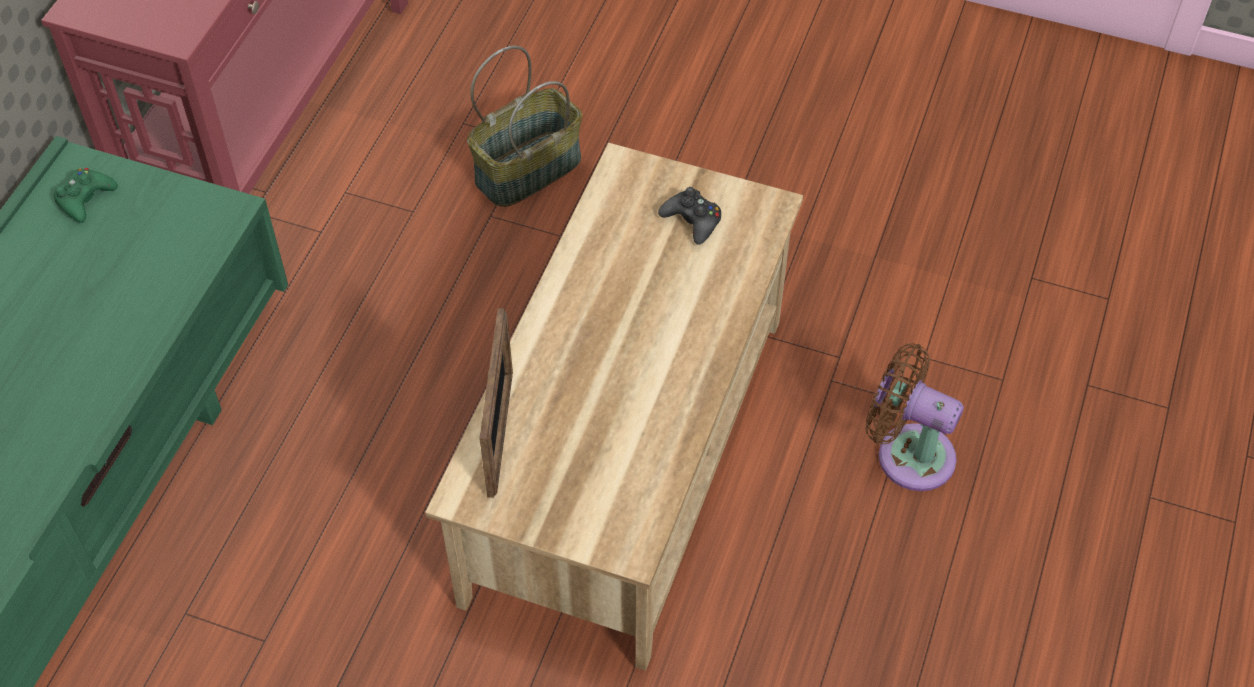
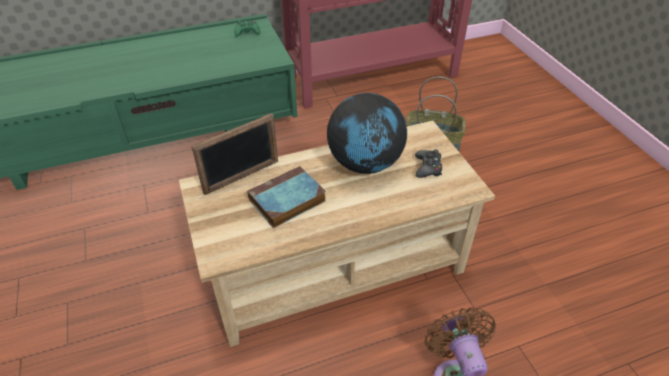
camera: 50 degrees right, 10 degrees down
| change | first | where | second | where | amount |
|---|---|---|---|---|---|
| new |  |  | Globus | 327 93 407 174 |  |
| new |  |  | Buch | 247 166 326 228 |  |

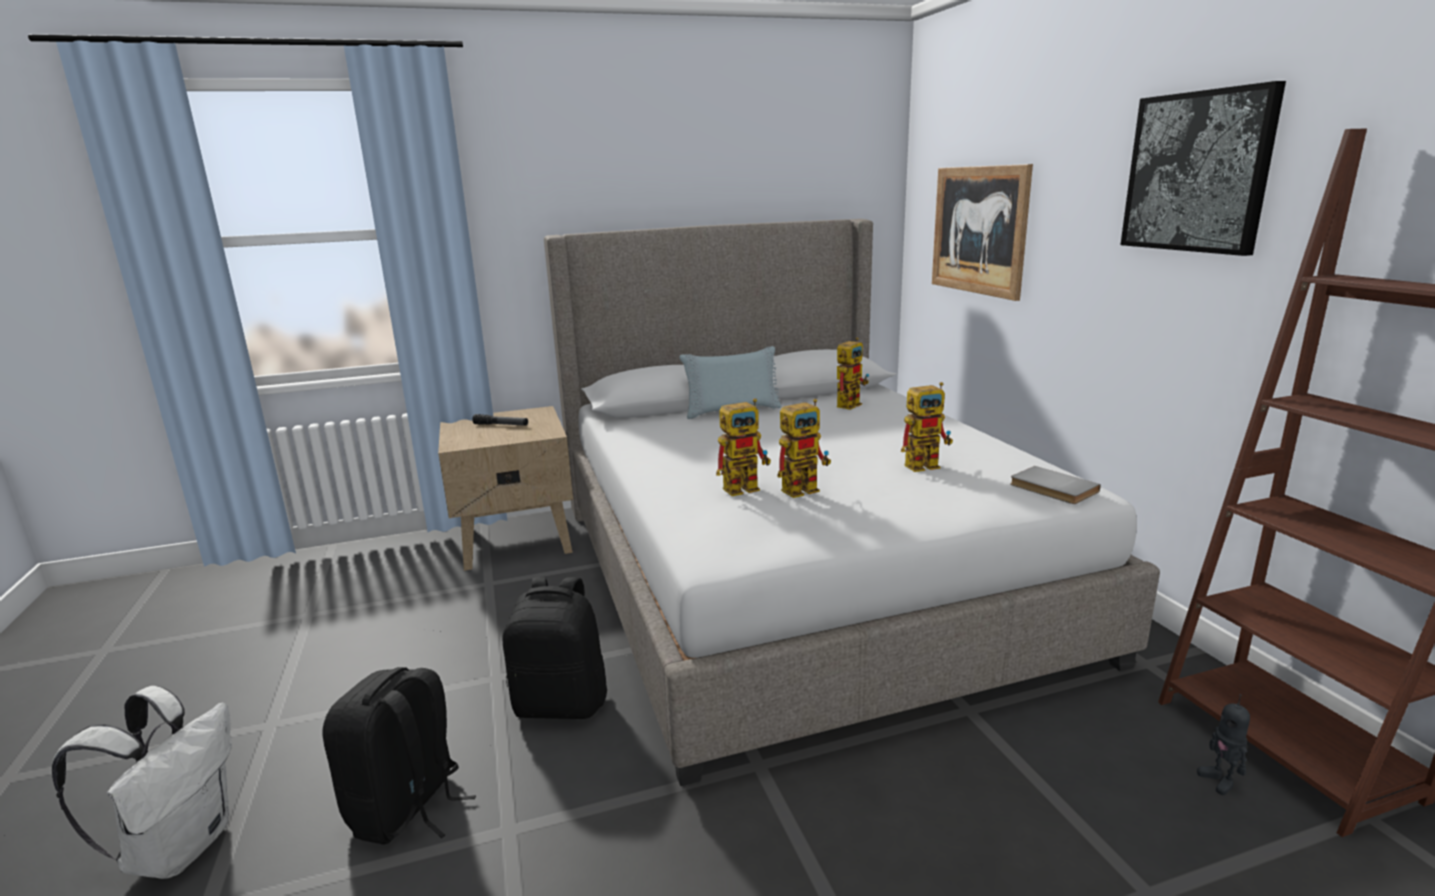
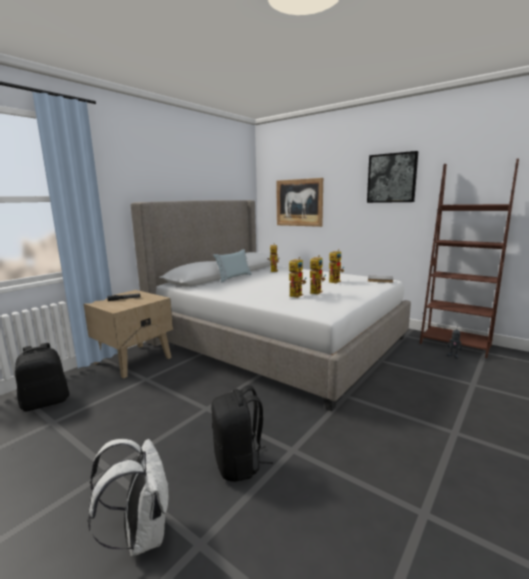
camera: 35 degrees left, 5 degrees down
| change | first | where | second | where | amount |
|---|---|---|---|---|---|
| shifted | Rucksack [schwarz] | 502 577 607 719 |  | 15 343 69 412 |  |

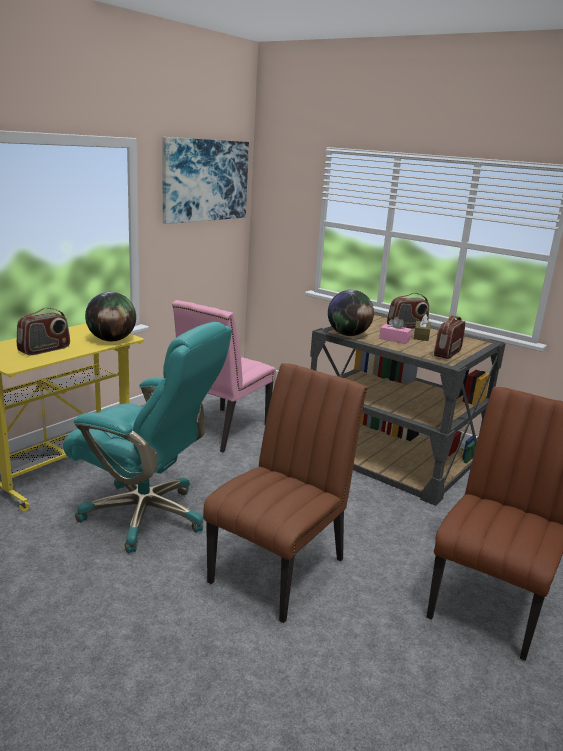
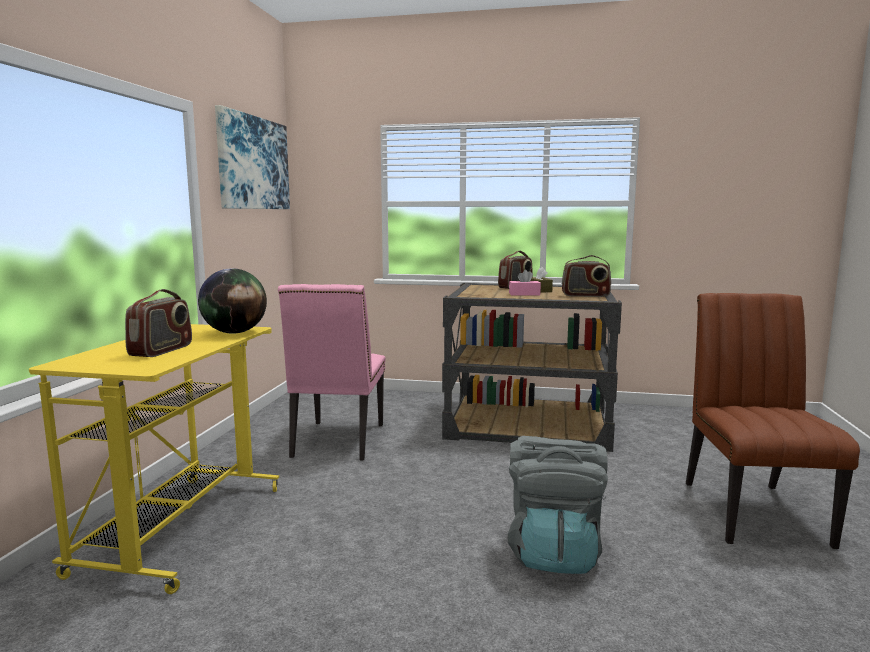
camera: 25 degrees left, 10 degrees down
| change | first | where | second | where | amount |
|---|---|---|---|---|---|
| gone | Globus | 328 290 374 336 |  |  |  |
| rotated | Radio | 434 315 465 359 |  | 562 255 611 297 | 90 degrees counterclockwise |
| gone | Bürostuhl [türkis] | 63 322 232 553 |  |  |  |
| swapped | Stuhl [braun] | 203 363 368 623 | Rucksack [grau] | 508 436 608 574 |  |

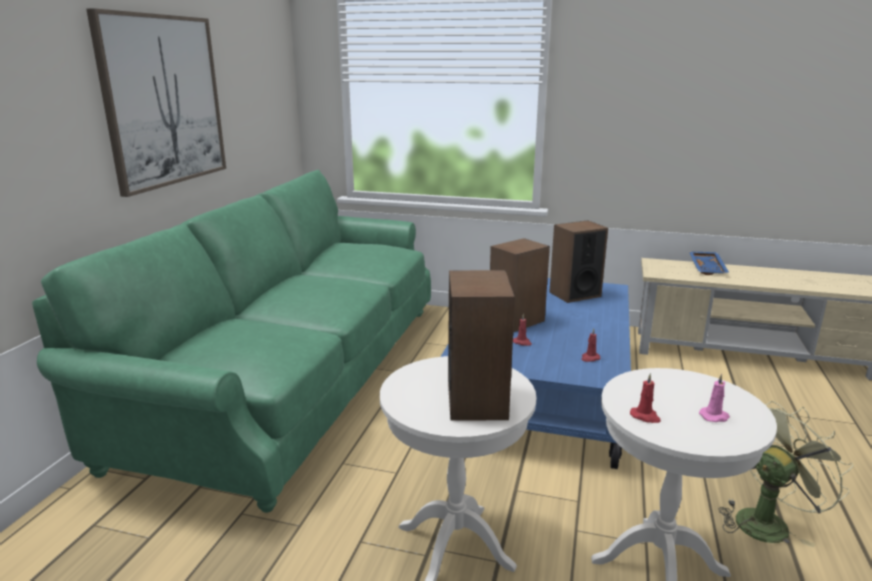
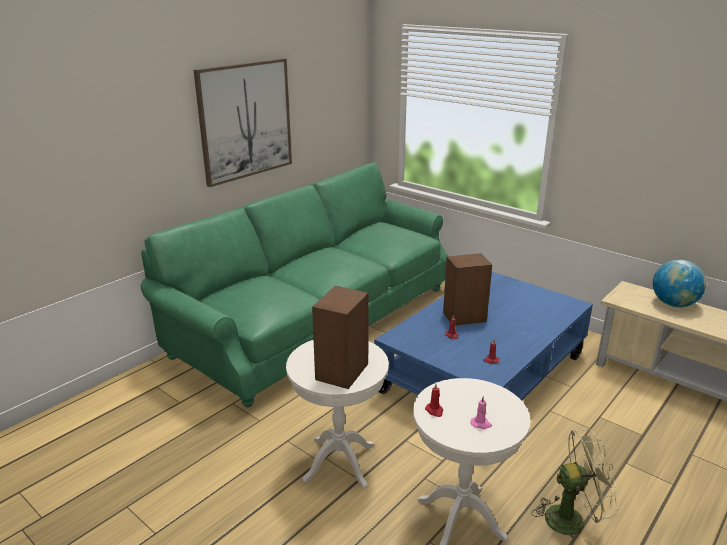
camera: 25 degrees right, 5 degrees up
| change | first | where | second | where | amount |
|---|---|---|---|---|---|
| gone | Lautsprecher | 549 220 608 303 |  |  |  |
| swapped | Tablett [blau] | 689 251 729 275 | Globus | 653 260 706 307 |  |

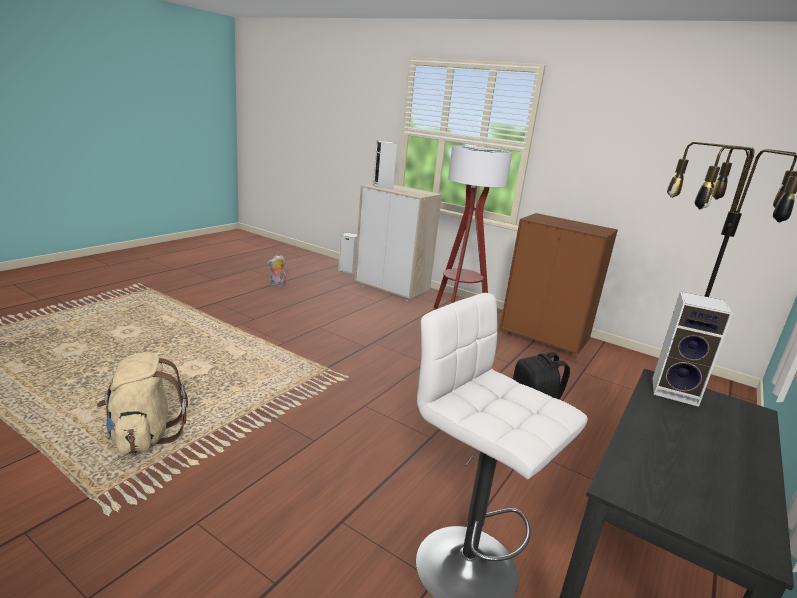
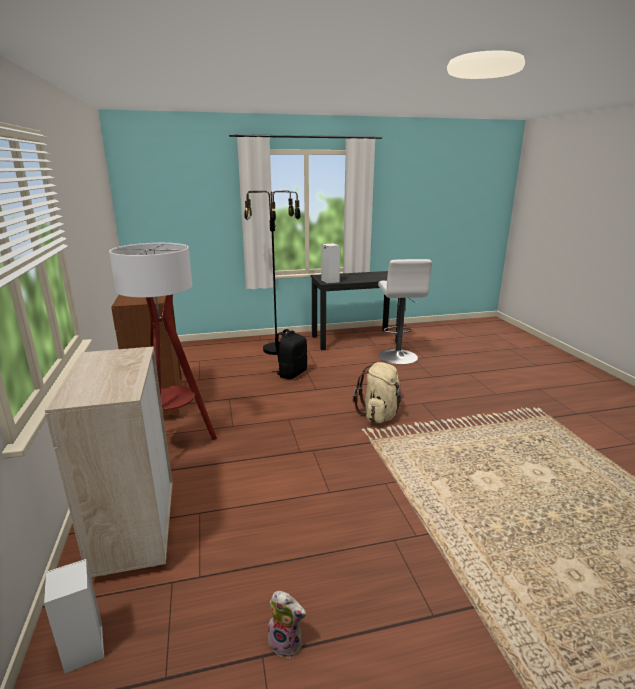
camera: 135 degrees left, 0 degrees up
| change | first | where | second | where | amount |
|---|---|---|---|---|---|
| gone | Lautsprecher | 373 141 397 188 |  |  |  |
| shifted | Rucksack [beige] | 97 352 188 454 |  | 353 362 405 423 |  |

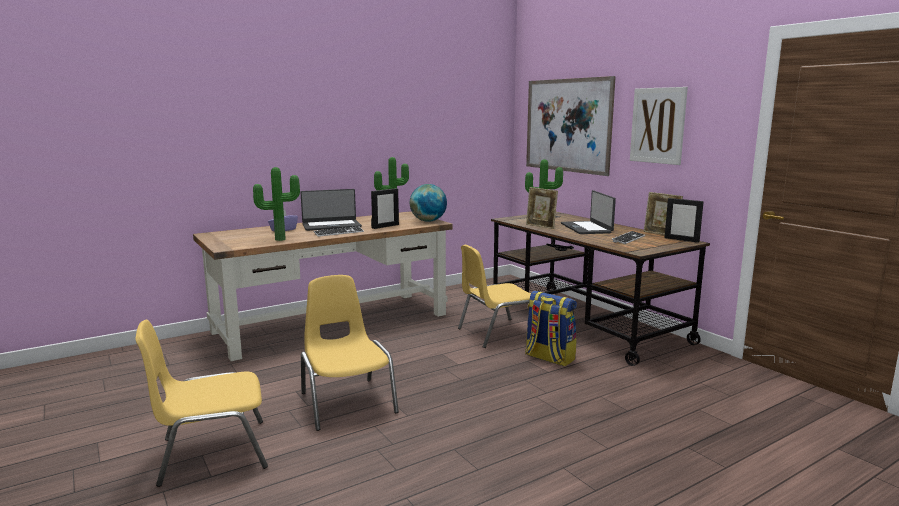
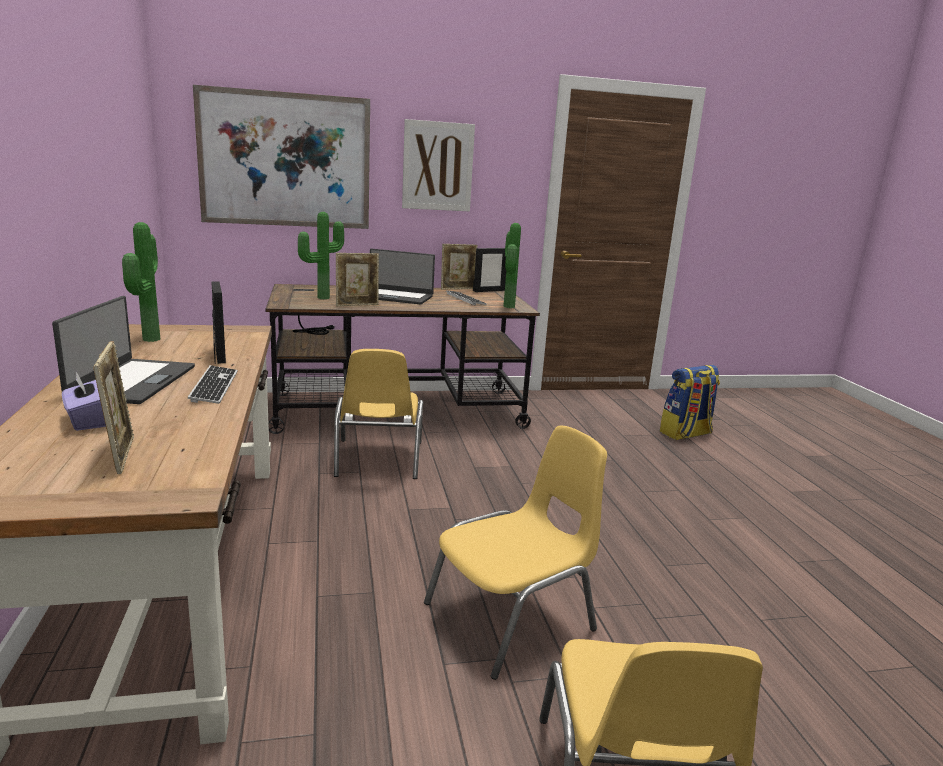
camera: 70 degrees left, 5 degrees up
| change | first | where | second | where | amount |
|---|---|---|---|---|---|
| shifted | Topfpflanze | 253 167 300 241 |  | 503 223 521 308 |  |
| gone | Globus | 410 184 447 222 |  |  |  |
| rotated | Stuhl [gelb] | 301 275 399 431 |  | 424 426 607 680 | 150 degrees clockwise |
| shifted | Rucksack | 525 291 577 366 |  | 660 365 720 440 |  |
| new |  |  | Bilderrahmen | 93 341 134 474 |  |

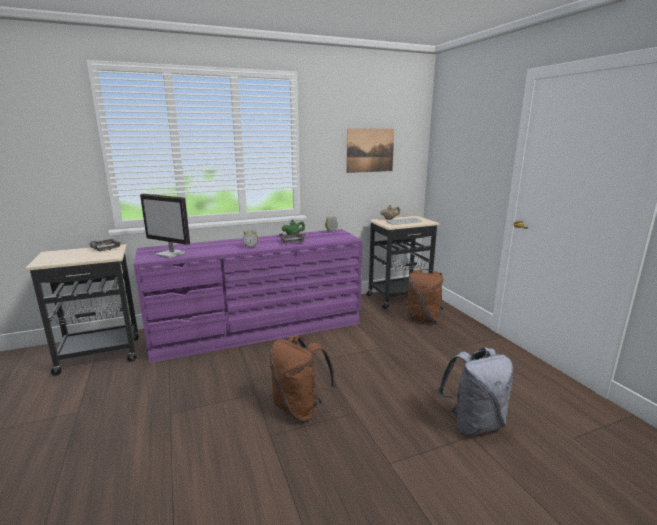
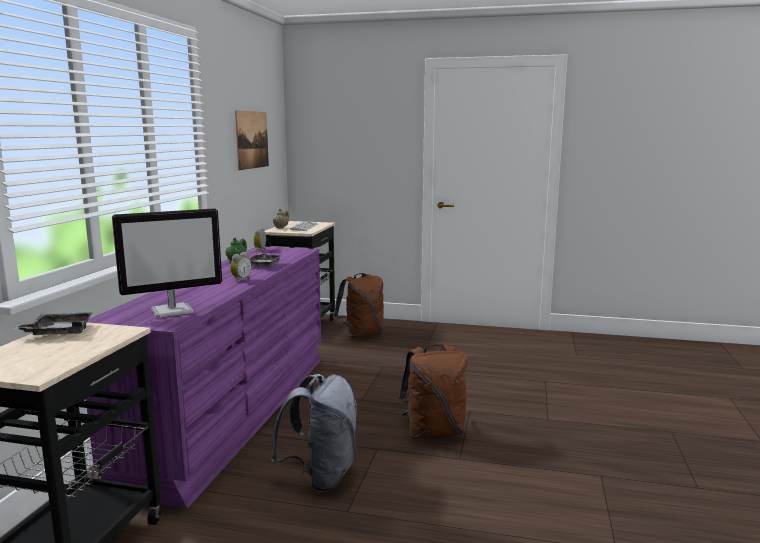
camera: 55 degrees left, 5 degrees down
| change | first | where | second | where | amount |
|---|---|---|---|---|---|
| shifted | Rucksack [grau] | 438 347 513 436 |  | 270 374 358 492 |  |

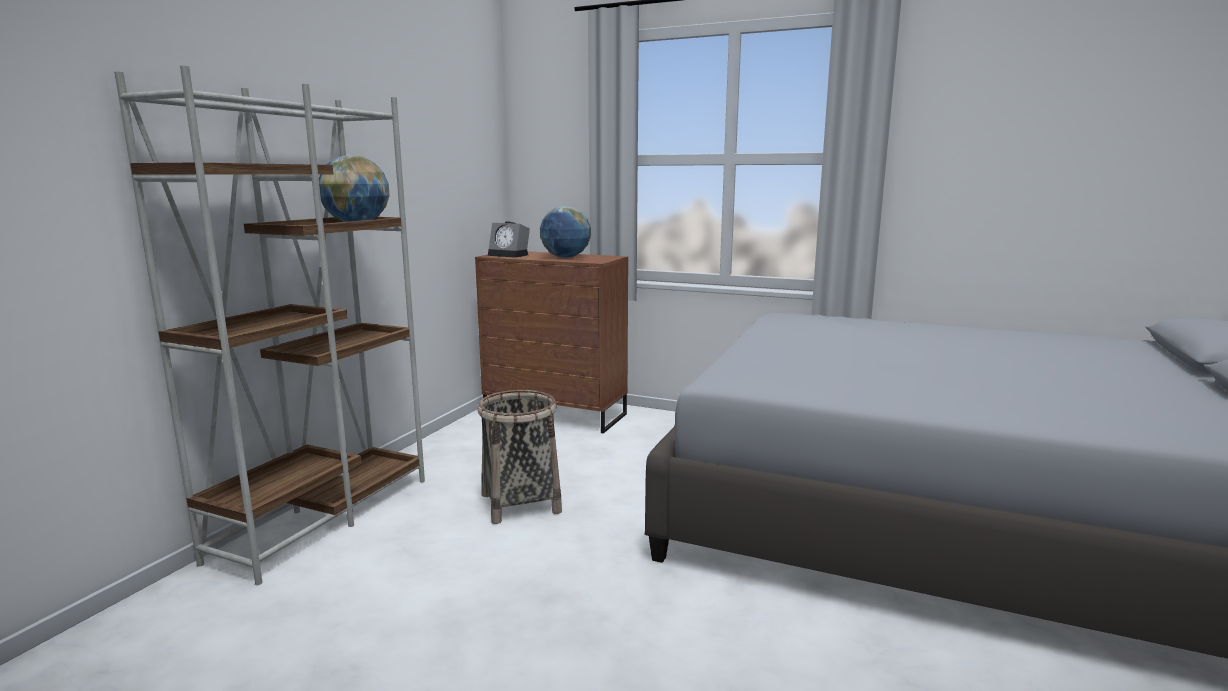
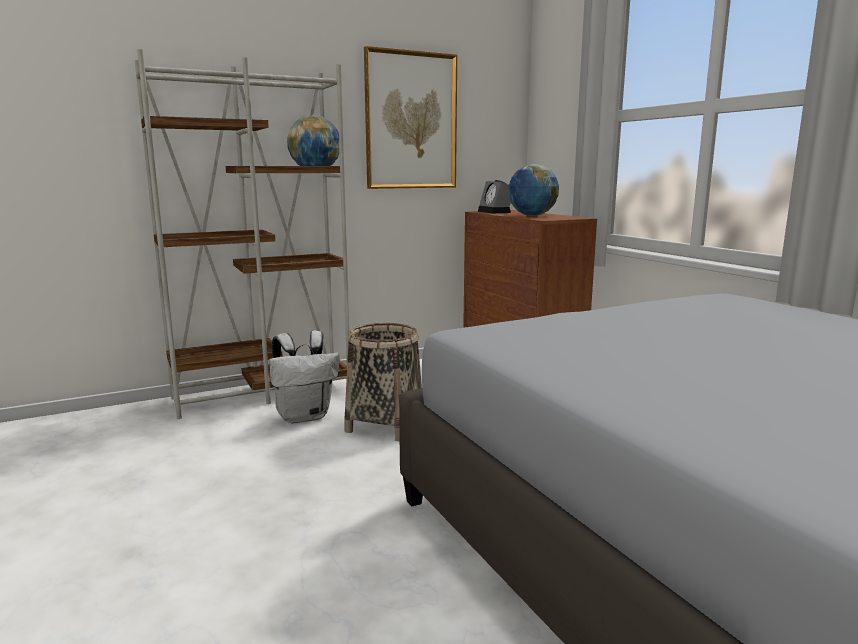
camera: 40 degrees right, 0 degrees up
| change | first | where | second | where | amount |
|---|---|---|---|---|---|
| new |  |  | Bild | 364 46 457 189 |  |
| new |  |  | Rucksack [weiß] | 269 330 339 424 |  |

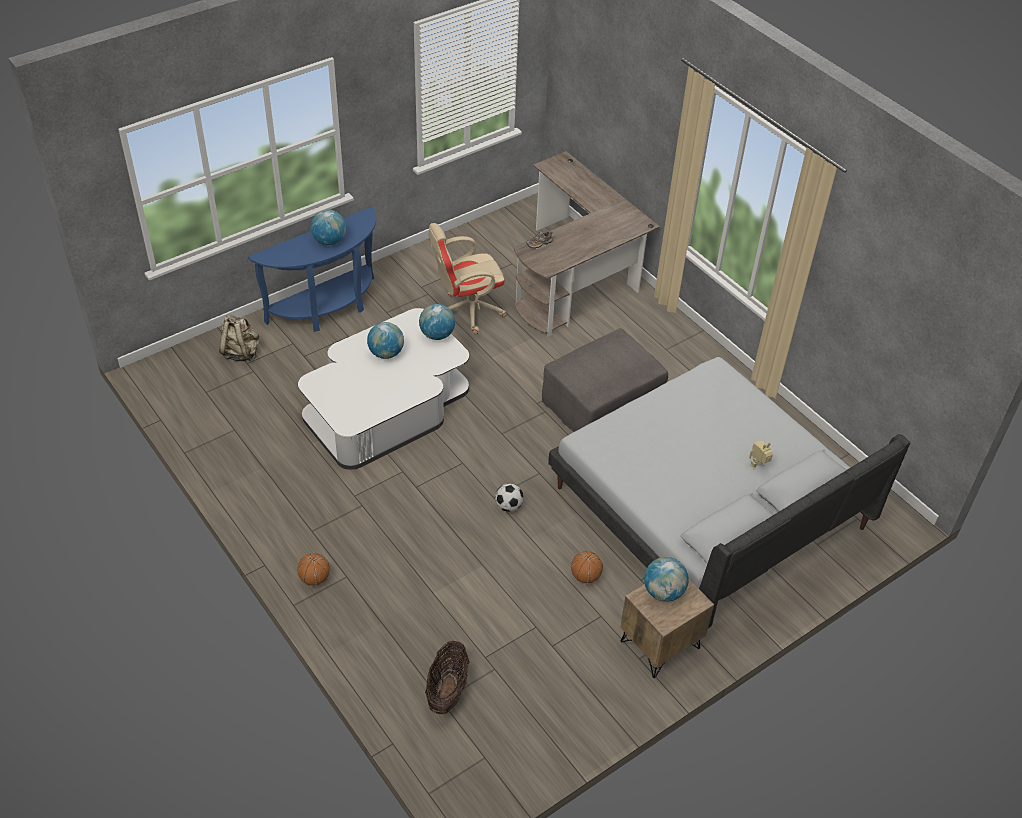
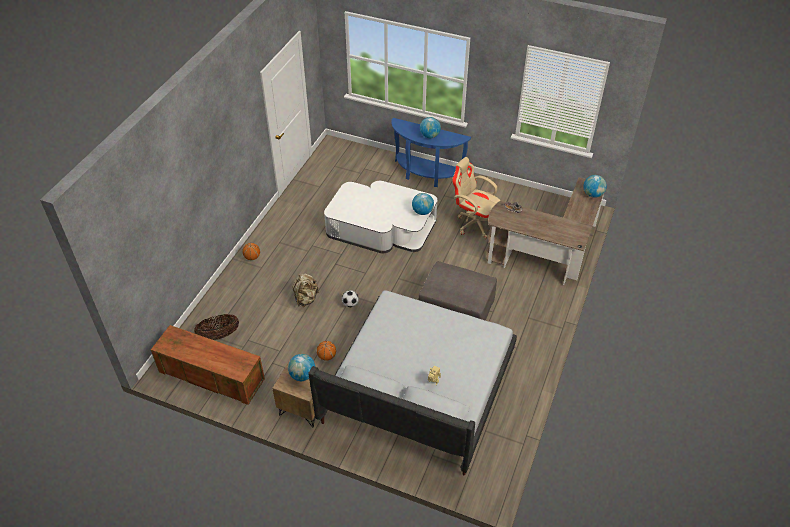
camera: 60 degrees right, 0 degrees up
| change | first | where | second | where | amount |
|---|---|---|---|---|---|
| shifted | Rucksack [beige] | 219 315 260 361 |  | 292 273 319 307 |  |
| shifted | Globus | 367 322 404 359 |  | 583 175 607 198 |  |
| new |  |  | Bank [braun] | 151 325 265 405 |  |

